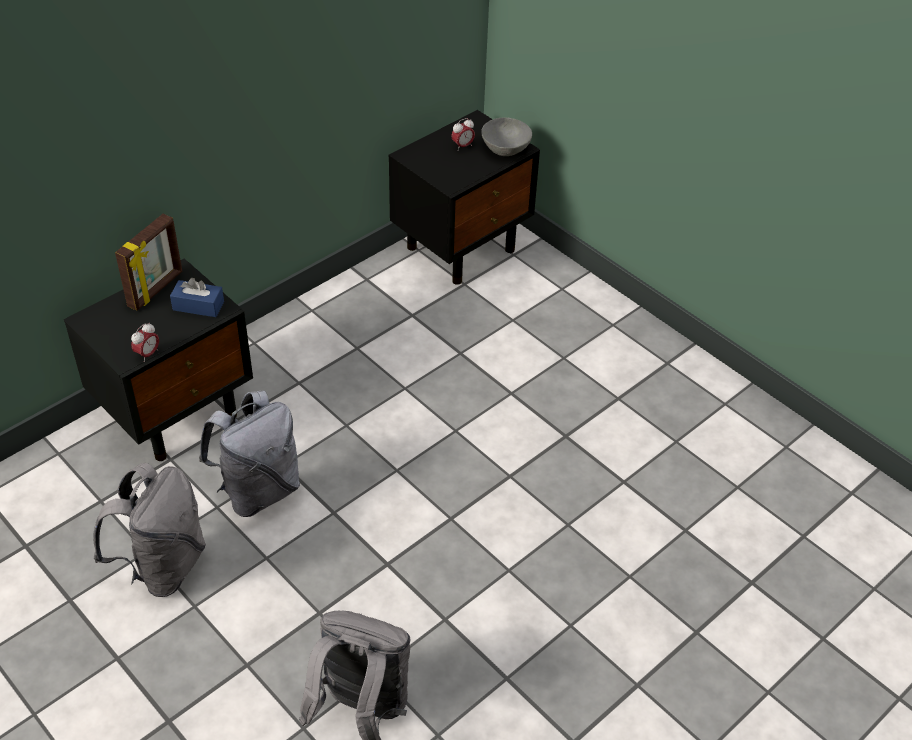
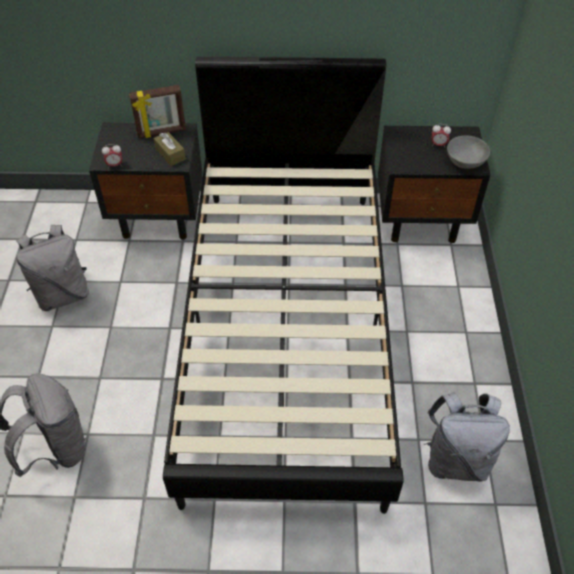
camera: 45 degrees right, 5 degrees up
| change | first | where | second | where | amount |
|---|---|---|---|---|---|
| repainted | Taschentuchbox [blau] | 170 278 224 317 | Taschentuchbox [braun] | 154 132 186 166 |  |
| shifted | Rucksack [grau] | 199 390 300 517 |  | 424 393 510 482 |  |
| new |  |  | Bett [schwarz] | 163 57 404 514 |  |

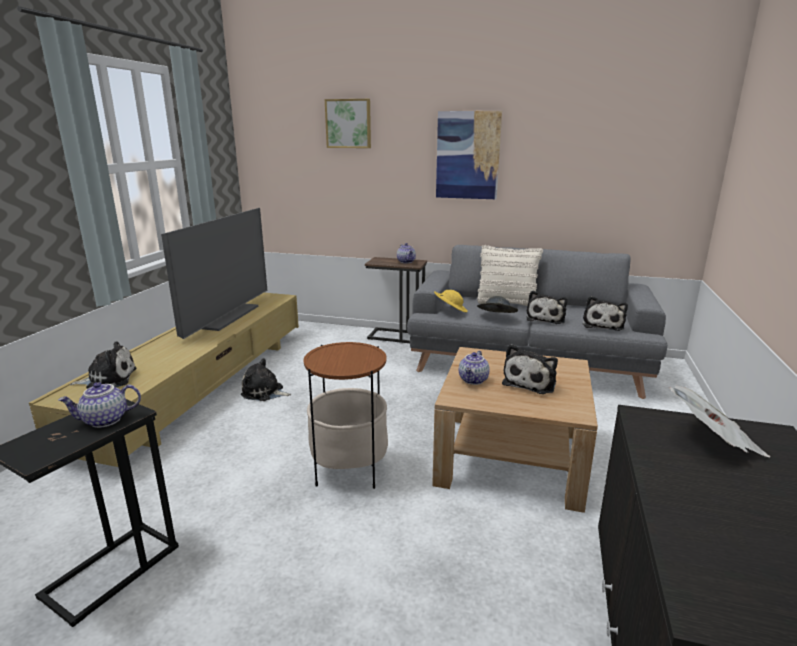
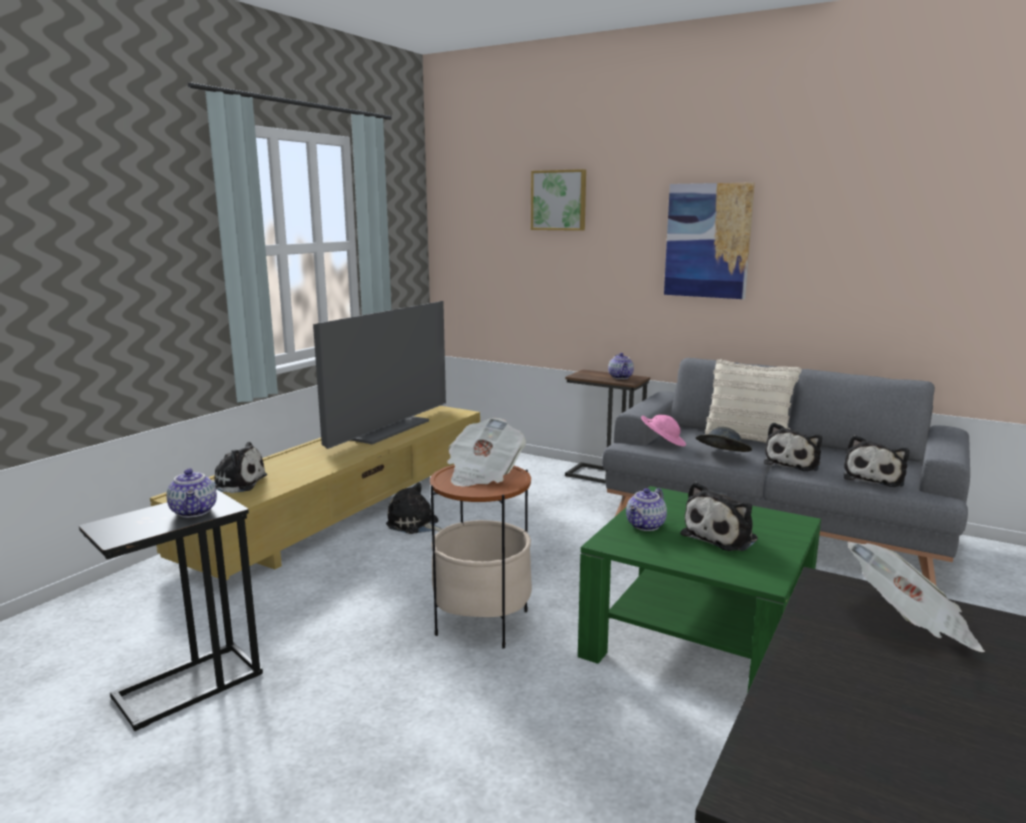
camera: 15 degrees right, 5 degrees down
| change | first | where | second | where | amount |
|---|---|---|---|---|---|
| repainted | Hut [gelb] | 434 290 468 312 | Hut [rosa] | 641 415 686 447 |  |
| repainted | Couchtisch [braun] | 432 347 598 513 | Couchtisch [grün] | 578 486 821 691 |  |
| rotated | Teekanne | 58 382 141 428 |  | 166 468 217 518 | 105 degrees counterclockwise |
| new |  |  | Zeitung | 447 418 526 487 |  |

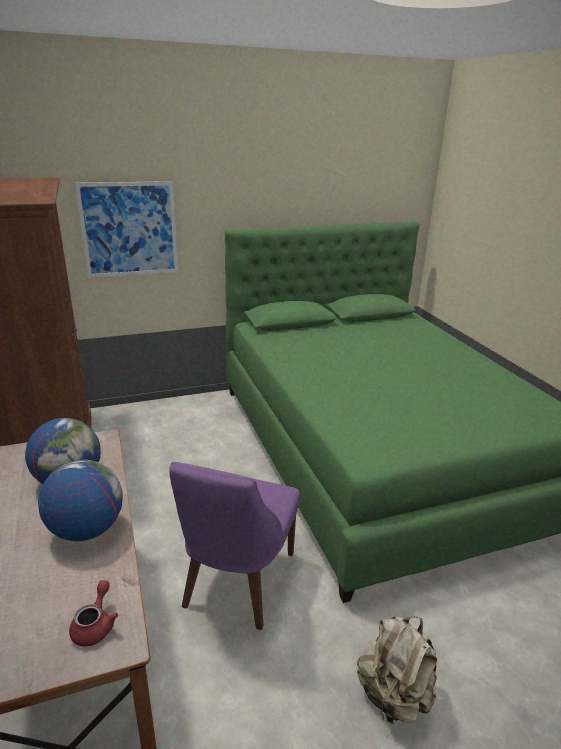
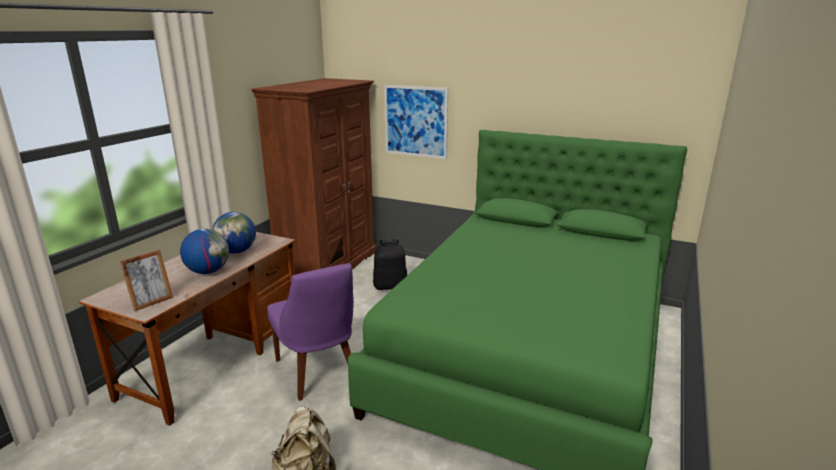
camera: 45 degrees right, 5 degrees down
| change | first | where | second | where | amount |
|---|---|---|---|---|---|
| rotated | Stuhl [lila] | 169 462 300 630 |  | 267 263 354 401 | 90 degrees counterclockwise |
| swapped | Teekanne [rot] | 69 580 118 647 | Bilderrahmen | 119 249 173 311 |  |
| new |  |  | Rucksack [schwarz] | 373 239 407 290 |  |

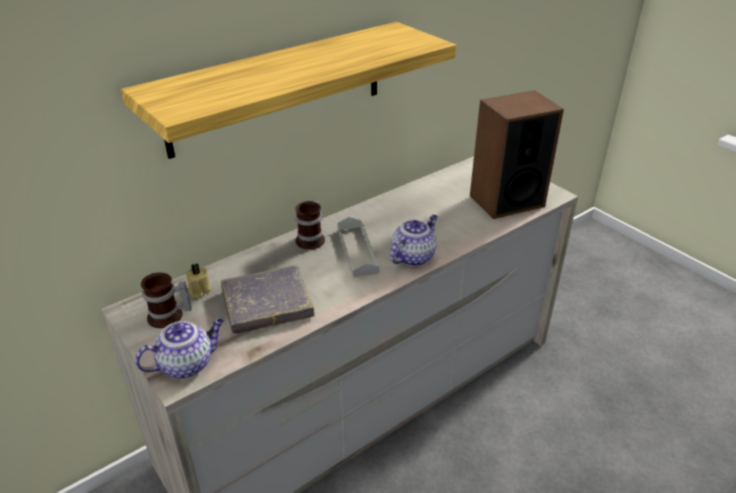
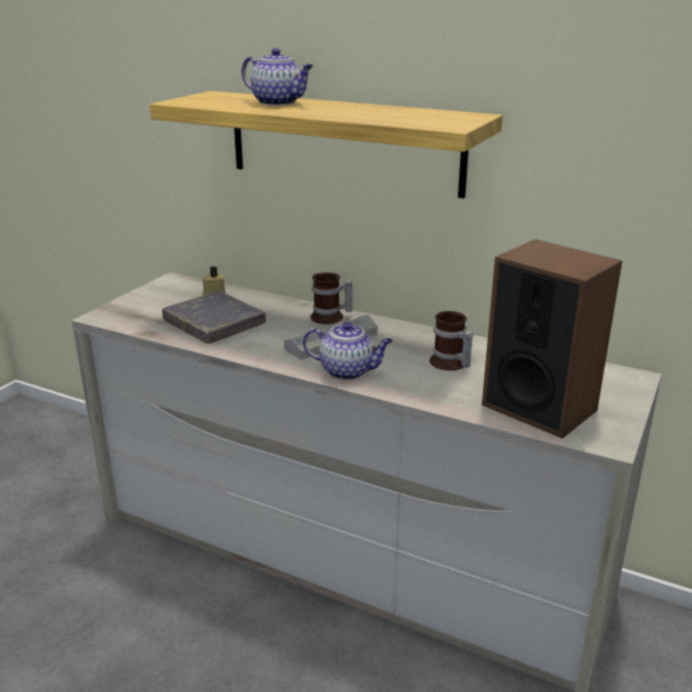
camera: 65 degrees right, 10 degrees down
| change | first | where | second | where | amount |
|---|---|---|---|---|---|
| shifted | Henkelbecher | 141 273 192 328 |  | 430 311 473 371 |  |
| shifted | Teekanne | 135 318 224 379 |  | 241 48 313 106 |  |

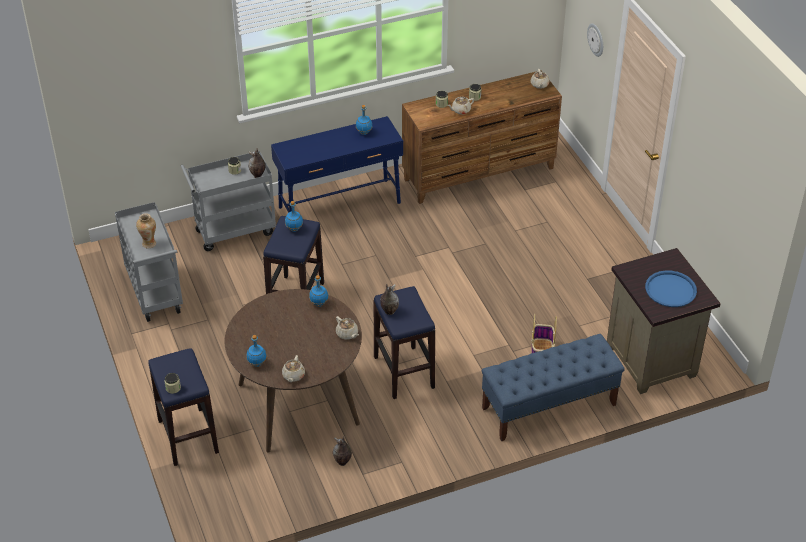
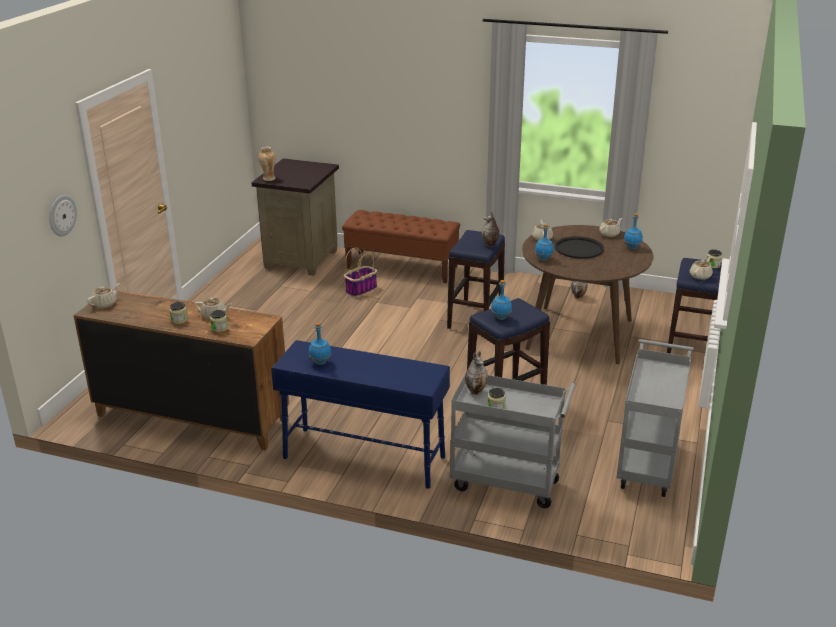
camera: 140 degrees left, 15 degrees down
| change | first | where | second | where | amount |
|---|---|---|---|---|---|
| shifted | Vase | 136 213 156 248 |  | 258 147 276 181 |  |
| gone | Tablett [blau] | 645 271 697 307 |  |  |  |
| repainted | Bank [blau] | 482 334 625 441 | Bank [braun] | 342 210 460 283 |  |
| new |  |  | Tablett [schwarz] | 555 236 604 259 |  |
| new |  |  | Teekanne [beige] | 690 257 713 280 |  |

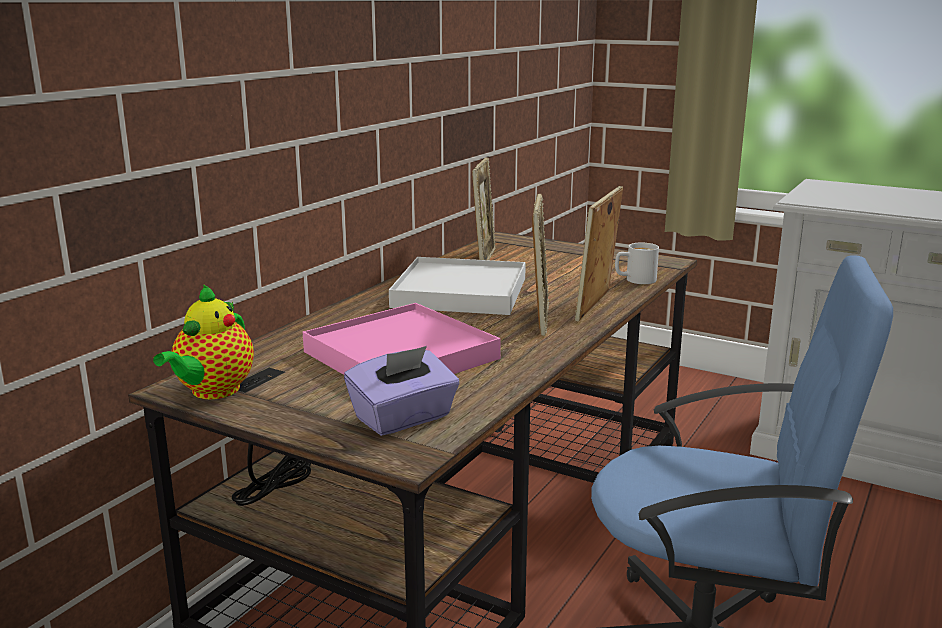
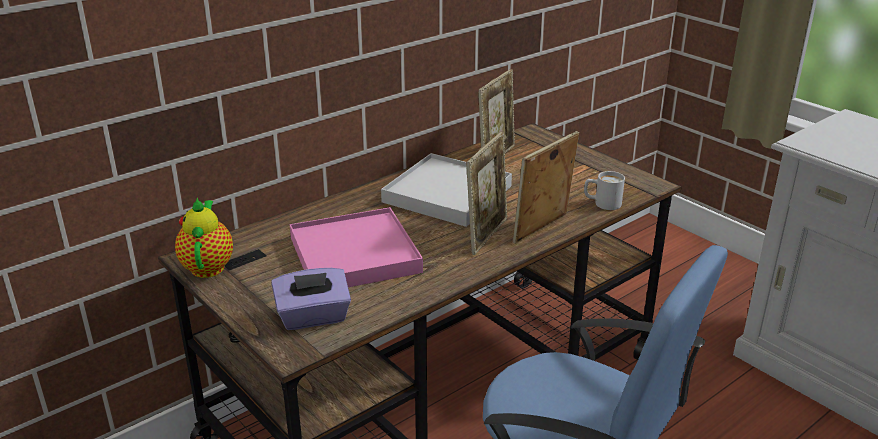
camera: 20 degrees right, 10 degrees up
| change | first | where | second | where | amount |
|---|---|---|---|---|---|
| rotated | Teekanne | 153 284 254 399 |  | 175 197 233 278 | 135 degrees clockwise |

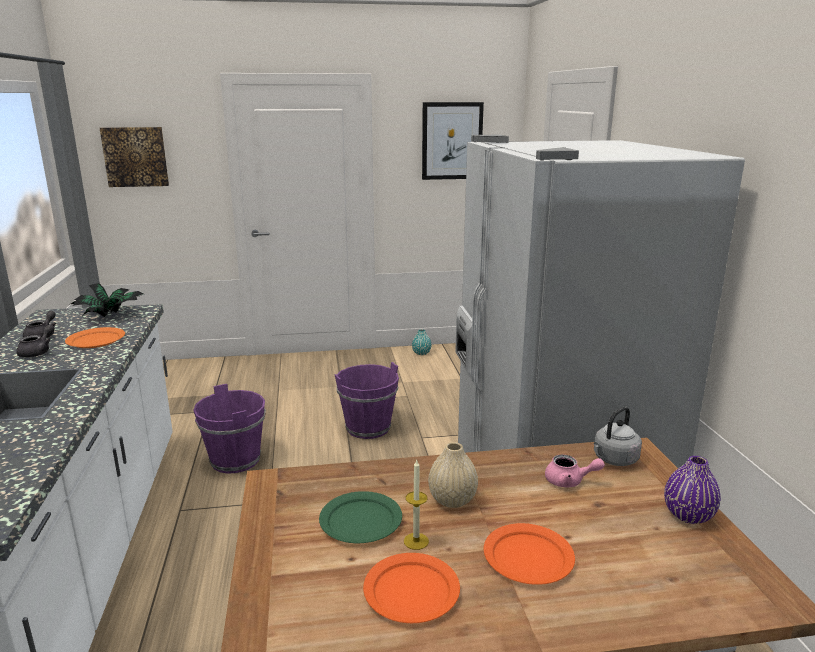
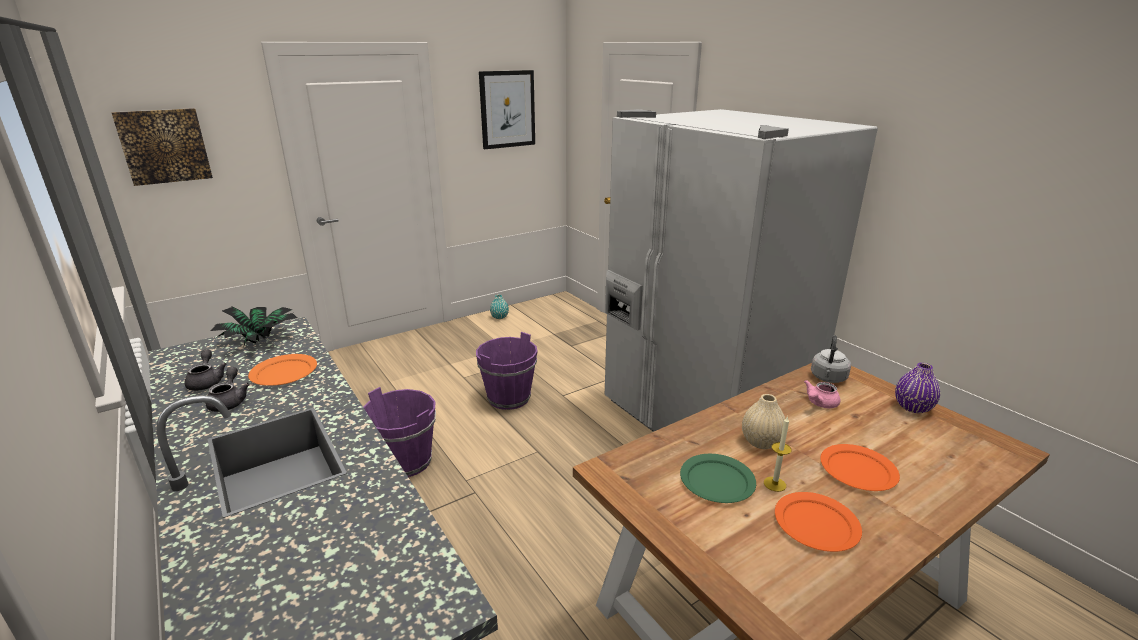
camera: 25 degrees left, 5 degrees up
| change | first | where | second | where | amount |
|---|---|---|---|---|---|
| rotated | Teekanne [rosa] | 545 455 605 487 |  | 804 380 840 408 | 150 degrees clockwise |

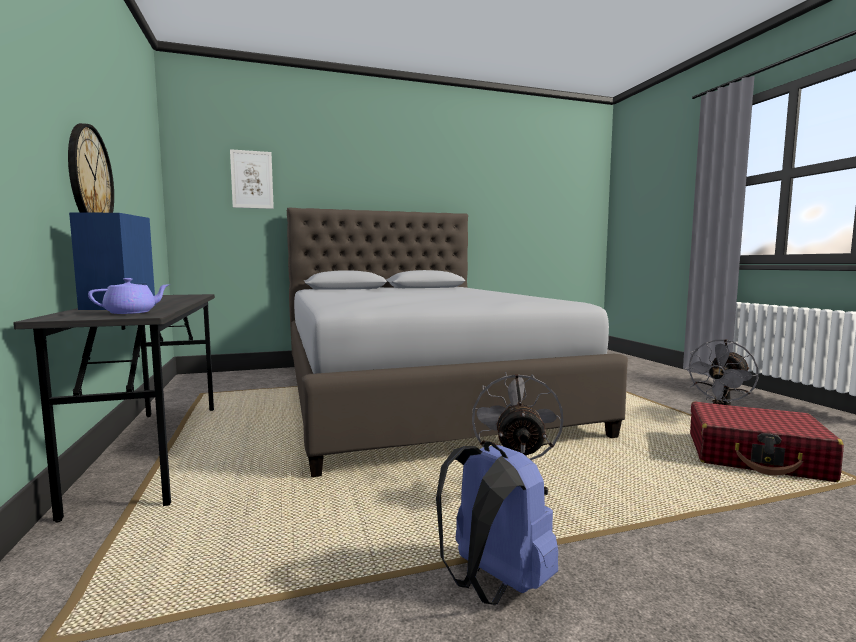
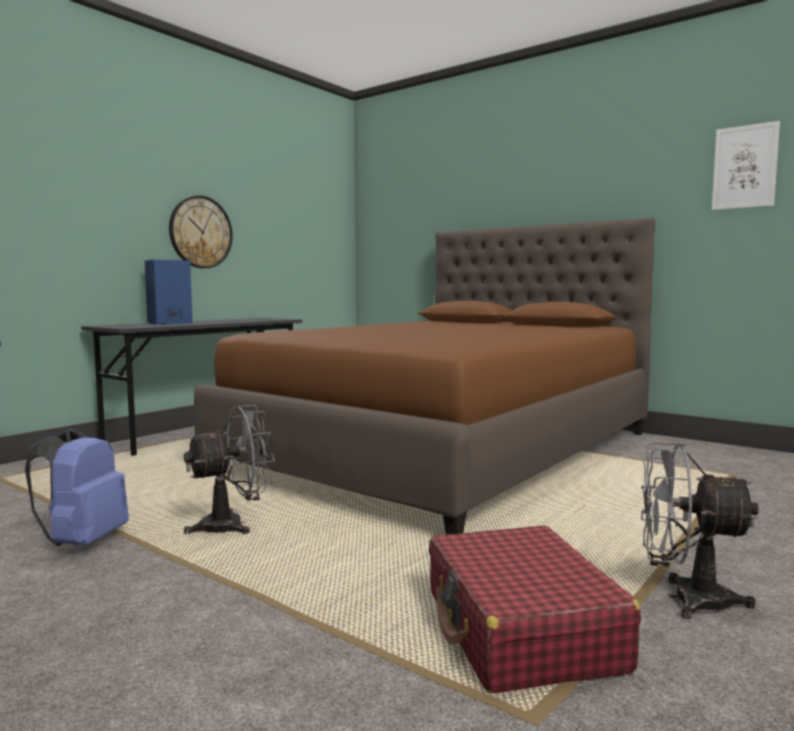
camera: 55 degrees right, 0 degrees up
| change | first | where | second | where | amount |
|---|---|---|---|---|---|
| shifted | Bild | 230 149 274 209 |  | 712 121 780 210 |  |
| repainted | Bett [grau] | 287 208 628 477 | Bett [braun] | 194 217 655 535 |  |
| gone | Teekanne [lila] | 88 278 170 314 |  |  |  |

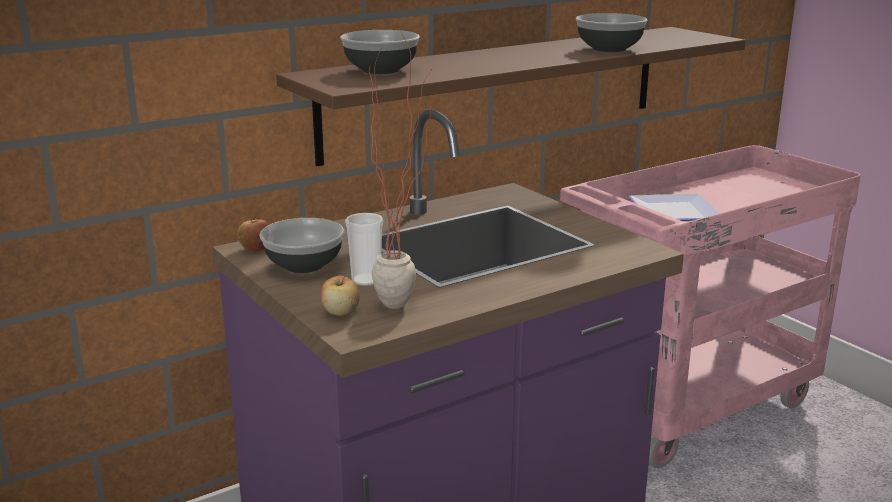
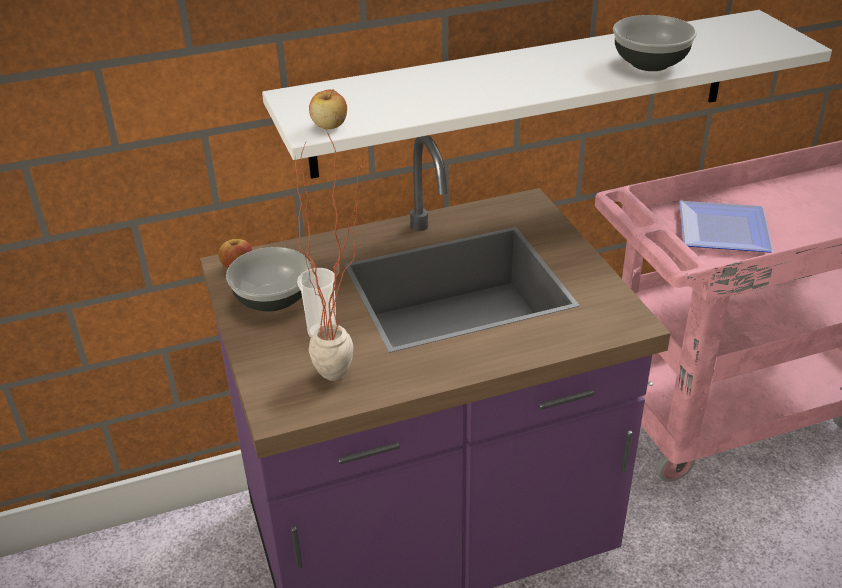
camera: 15 degrees right, 15 degrees up
| change | first | where | second | where | amount |
|---|---|---|---|---|---|
| repainted | Wandregal [braun] | 276 27 746 166 | Wandregal [weiß] | 262 10 832 179 |  |
| gone | Schüssel | 340 30 420 74 |  |  |  |
| shifted | Apfel | 320 274 360 316 |  | 309 89 347 129 |  |

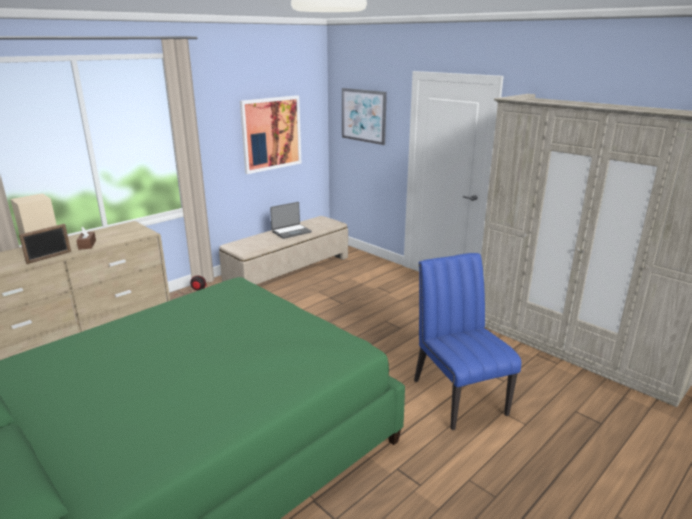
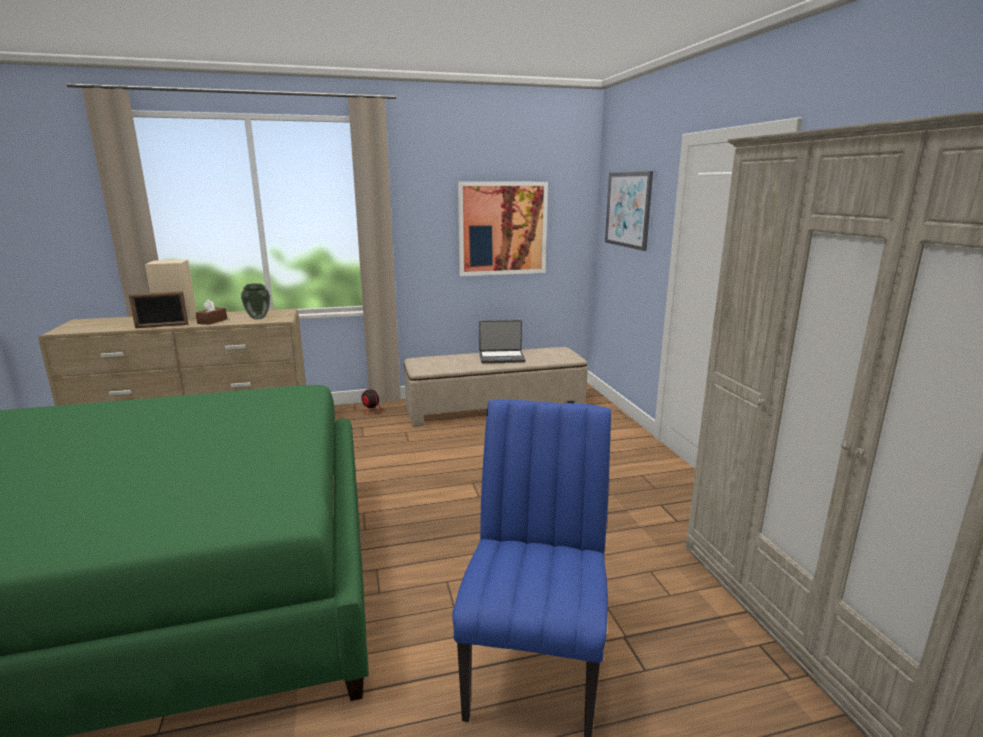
camera: 30 degrees right, 5 degrees down
| change | first | where | second | where | amount |
|---|---|---|---|---|---|
| new |  |  | Vase | 241 283 270 319 |  |

